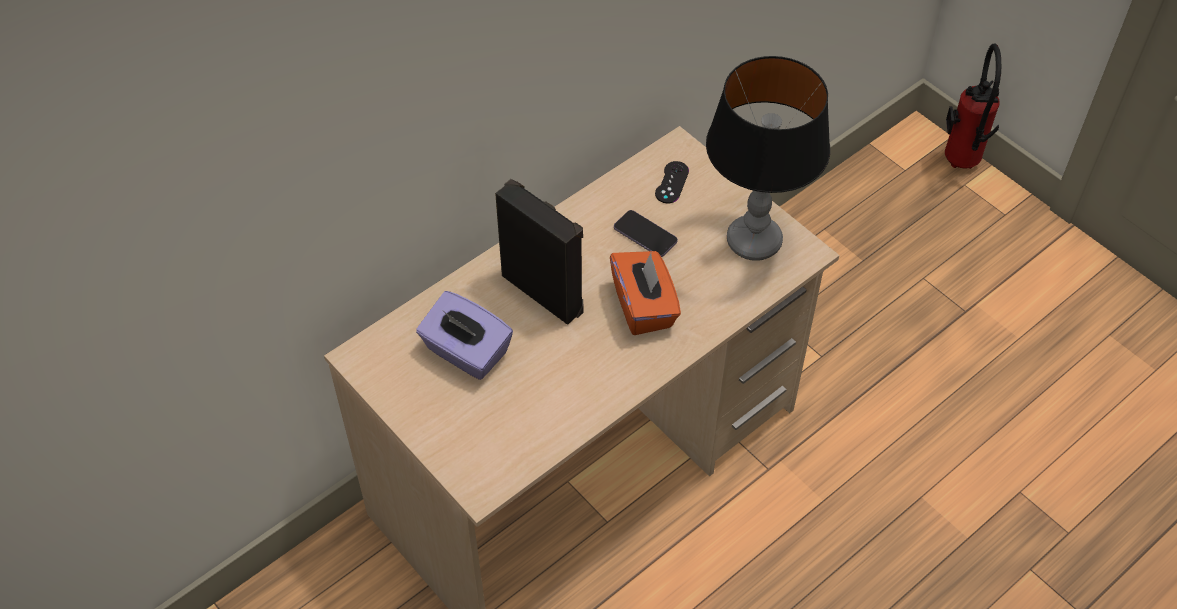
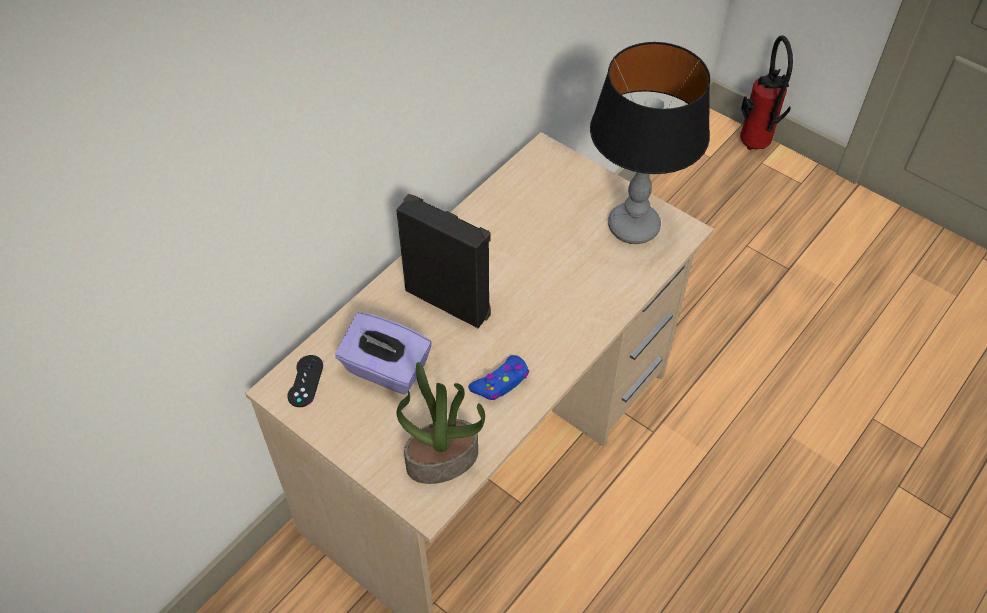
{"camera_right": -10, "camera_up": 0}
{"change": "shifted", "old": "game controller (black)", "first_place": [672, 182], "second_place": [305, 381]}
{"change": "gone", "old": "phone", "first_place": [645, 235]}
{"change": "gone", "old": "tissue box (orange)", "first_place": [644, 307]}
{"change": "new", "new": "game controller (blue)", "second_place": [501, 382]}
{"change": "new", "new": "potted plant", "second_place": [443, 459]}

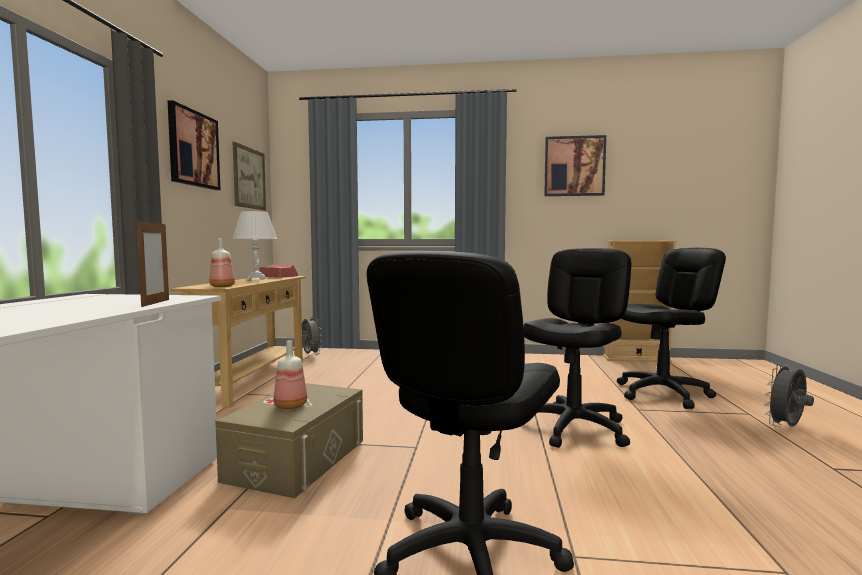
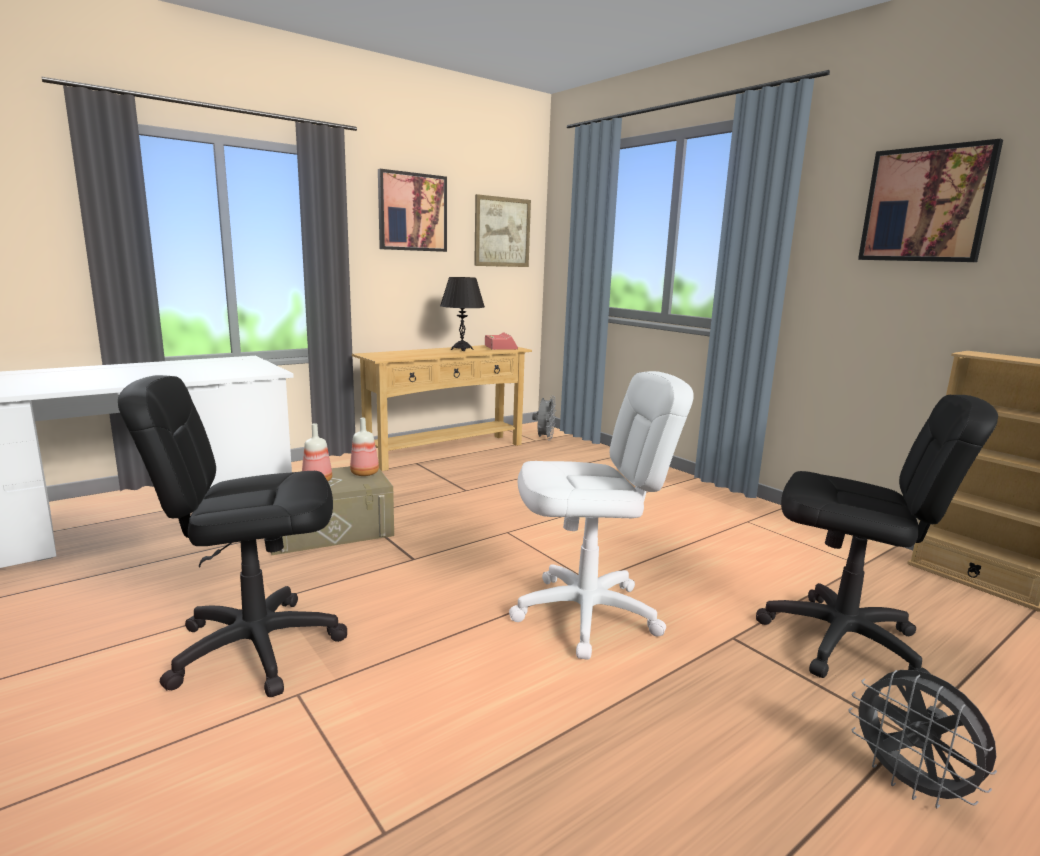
{"camera_right": 45, "camera_up": 10}
{"change": "repainted", "old": "table lamp (white)", "new": "table lamp (black)", "first_place": [256, 279], "second_place": [462, 349]}
{"change": "gone", "old": "picture frame", "first_place": [155, 303]}
{"change": "shifted", "old": "bottle", "first_place": [223, 286], "second_place": [365, 473]}
{"change": "repainted", "old": "office chair (black)", "new": "office chair (white)", "first_place": [574, 428], "second_place": [586, 614]}
{"change": "rotated", "old": "fan (grey)", "first_place": [787, 427], "second_place": [911, 785], "degrees": -135}

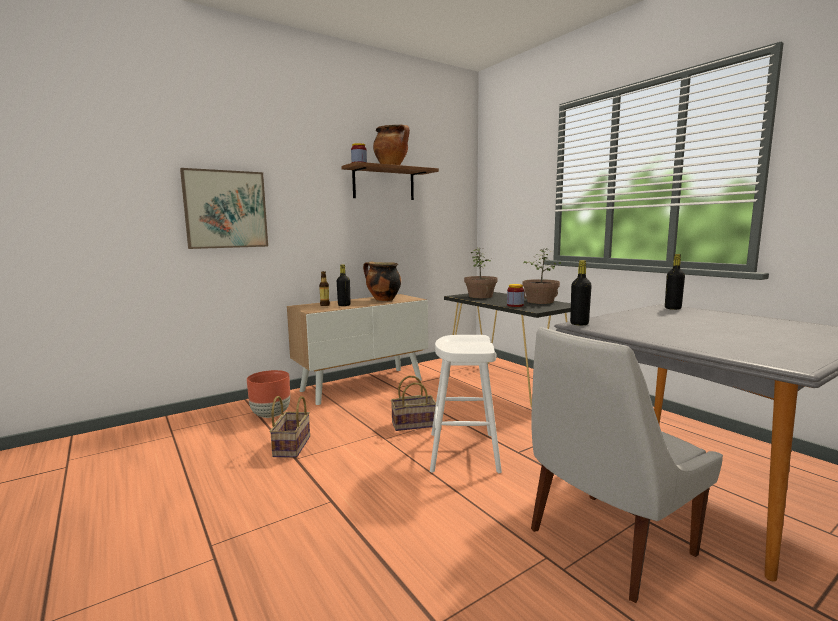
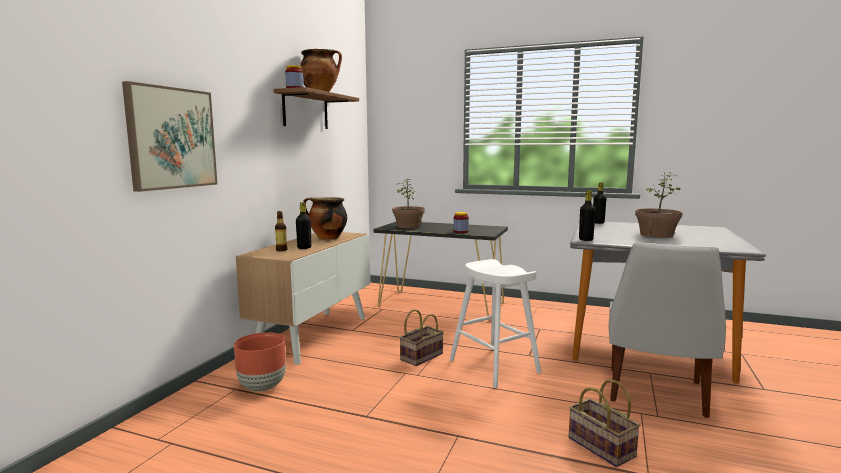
{"camera_right": -35, "camera_up": 0}
{"change": "shifted", "old": "potted plant", "first_place": [540, 301], "second_place": [656, 235]}
{"change": "shifted", "old": "basket", "first_place": [291, 446], "second_place": [599, 446]}

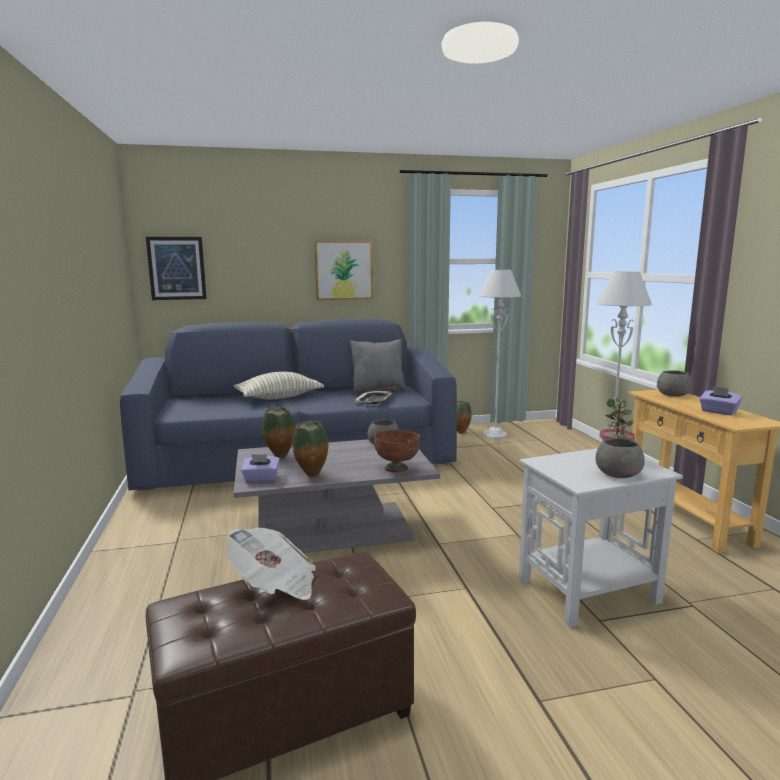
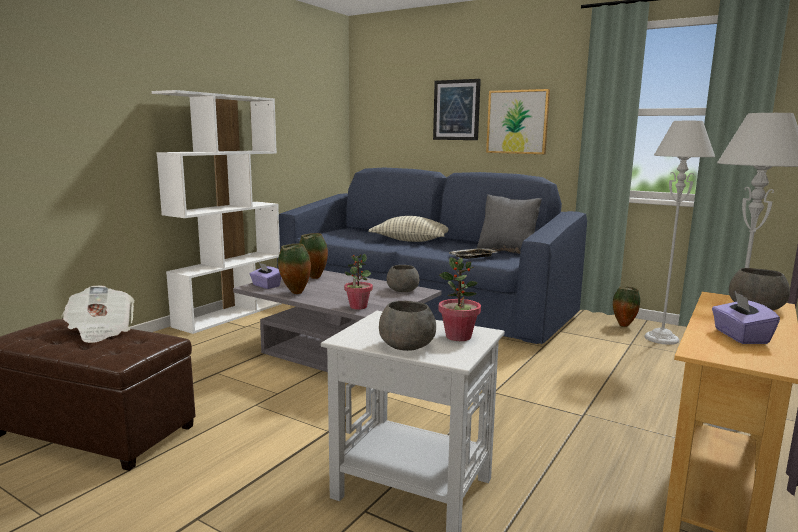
{"camera_right": 45, "camera_up": 0}
{"change": "shifted", "old": "picture", "first_place": [177, 268], "second_place": [456, 110]}
{"change": "swapped", "old": "bowl (brown)", "new": "potted plant", "first_place": [397, 469], "second_place": [358, 307]}
{"change": "new", "new": "bookcase (white)", "second_place": [230, 314]}

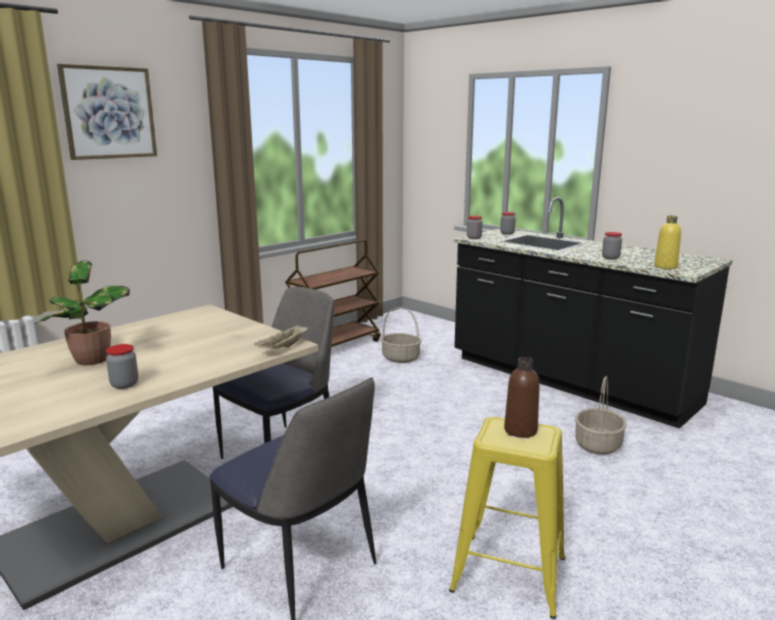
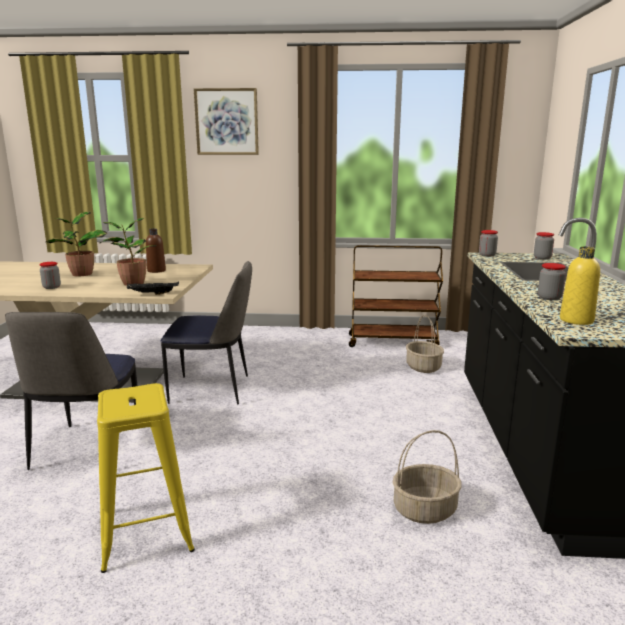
{"camera_right": 50, "camera_up": 0}
{"change": "repainted", "old": "tray (beige)", "new": "tray (black)", "first_place": [283, 348], "second_place": [152, 294]}
{"change": "shifted", "old": "bottle (brown)", "first_place": [520, 430], "second_place": [156, 271]}
{"change": "new", "new": "potted plant", "second_place": [132, 283]}

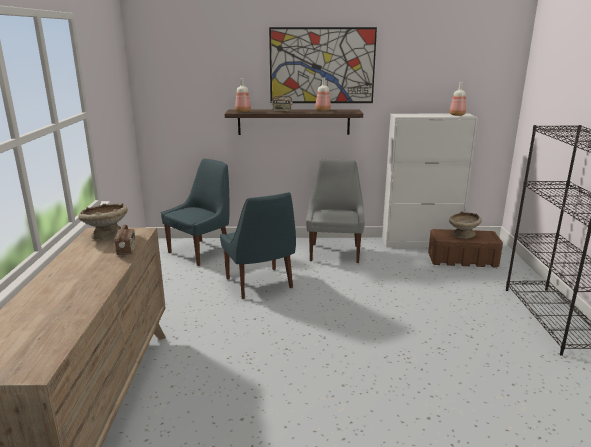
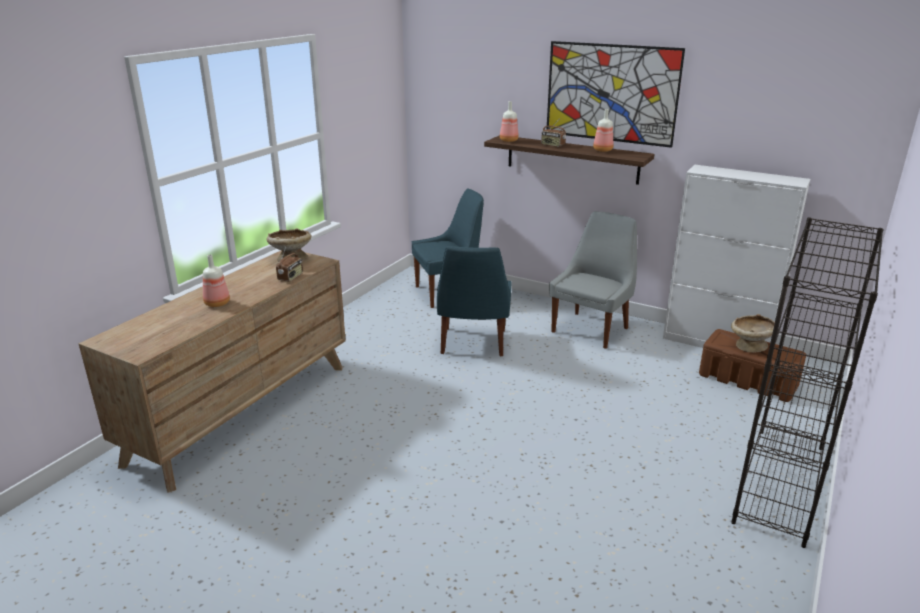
{"camera_right": 30, "camera_up": 5}
{"change": "shifted", "old": "bottle", "first_place": [457, 115], "second_place": [216, 304]}

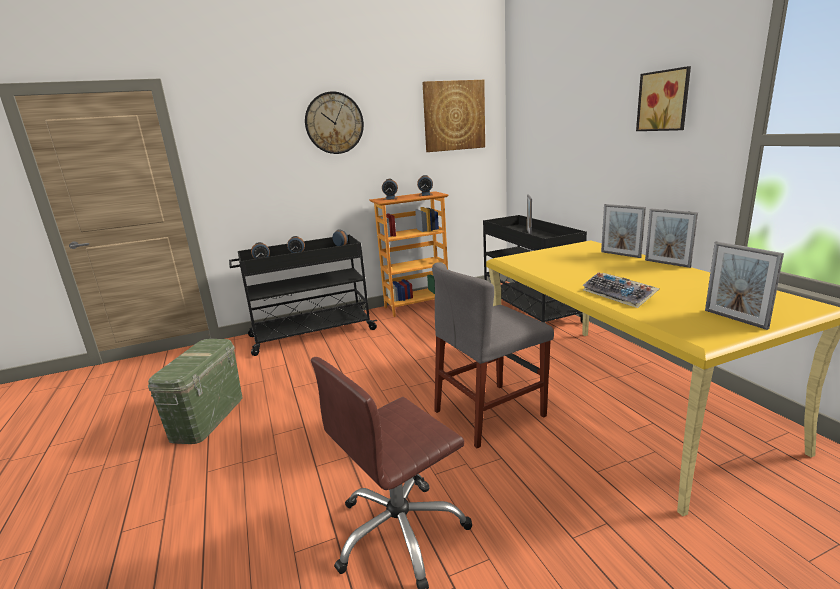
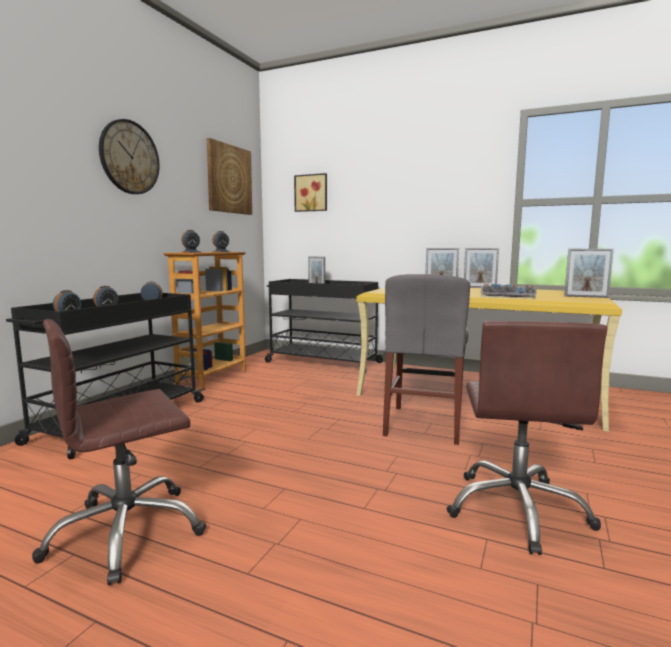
{"camera_right": -45, "camera_up": -10}
{"change": "shifted", "old": "picture", "first_place": [664, 100], "second_place": [311, 193]}
{"change": "swapped", "old": "storage box (green)", "new": "office chair (brown)", "first_place": [207, 417], "second_place": [126, 532]}

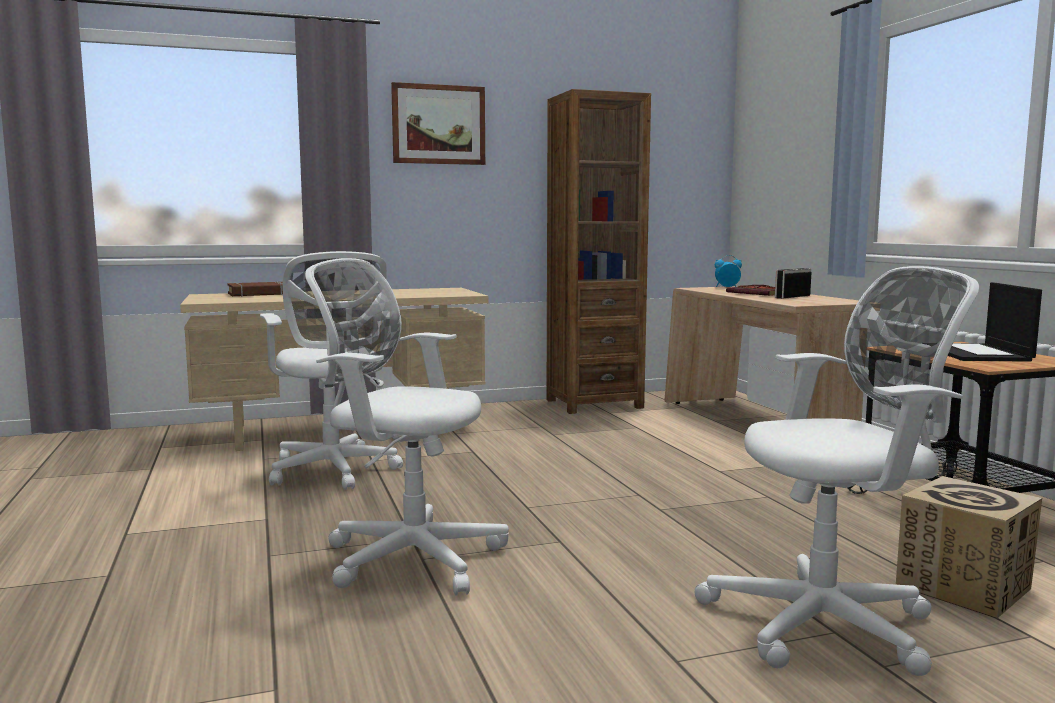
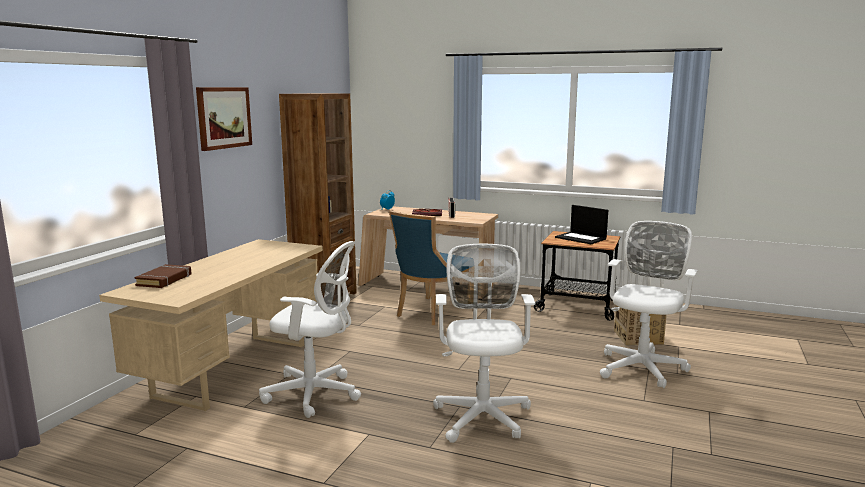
{"camera_right": -50, "camera_up": 5}
{"change": "rotated", "old": "office chair (white)", "first_place": [407, 557], "second_place": [482, 414], "degrees": 120}
{"change": "new", "new": "chair (blue)", "second_place": [431, 312]}

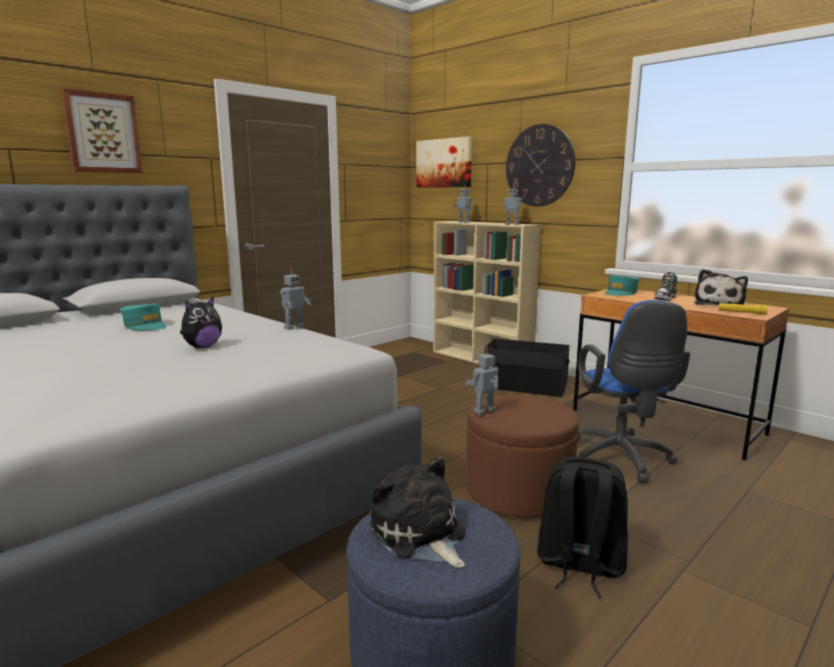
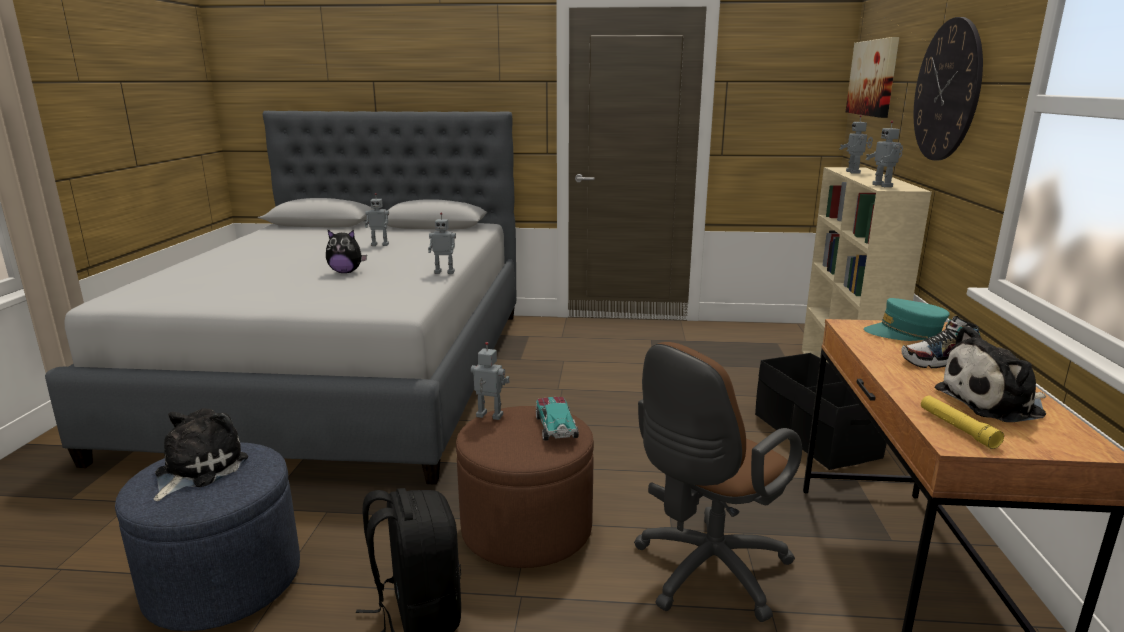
{"camera_right": 50, "camera_up": 5}
{"change": "gone", "old": "picture", "first_place": [103, 133]}
{"change": "repainted", "old": "office chair (blue)", "new": "office chair (brown)", "first_place": [621, 460], "second_place": [705, 573]}
{"change": "swapped", "old": "cap (turquoise)", "new": "toy robot", "first_place": [145, 326], "second_place": [380, 245]}
{"change": "new", "new": "toy car", "second_place": [556, 426]}

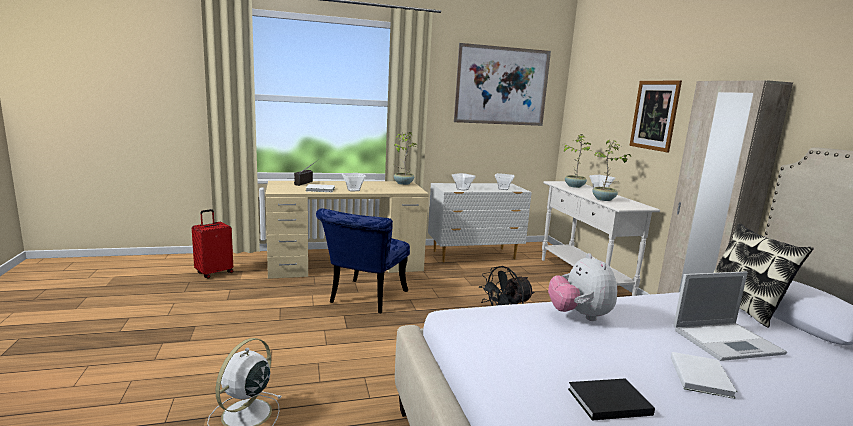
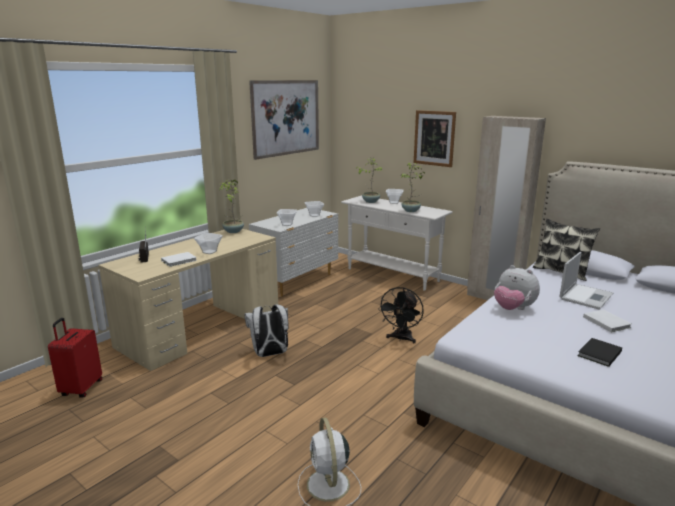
{"camera_right": -35, "camera_up": 5}
{"change": "swapped", "old": "chair (blue)", "new": "backpack (white)", "first_place": [364, 299], "second_place": [270, 354]}

